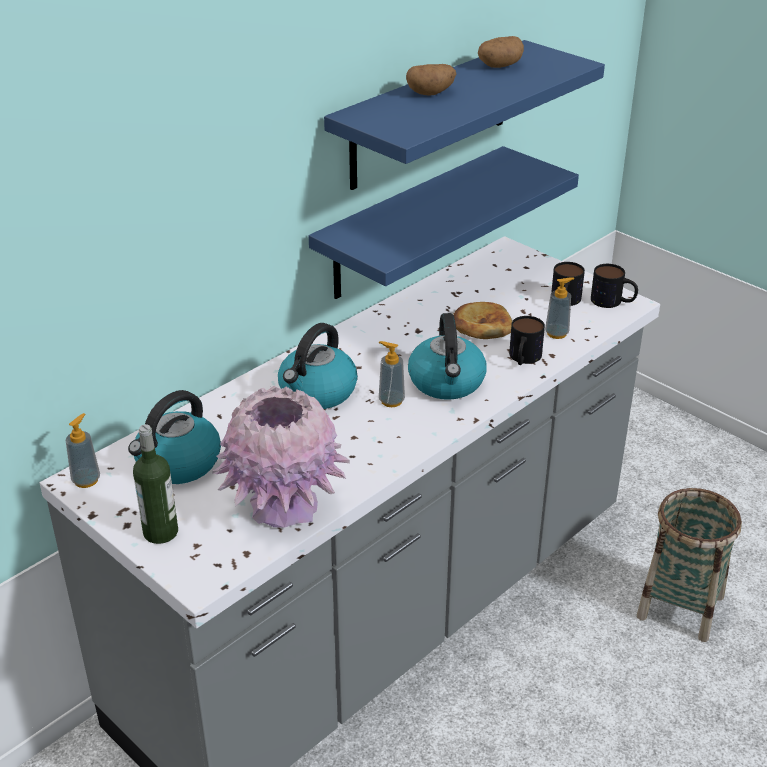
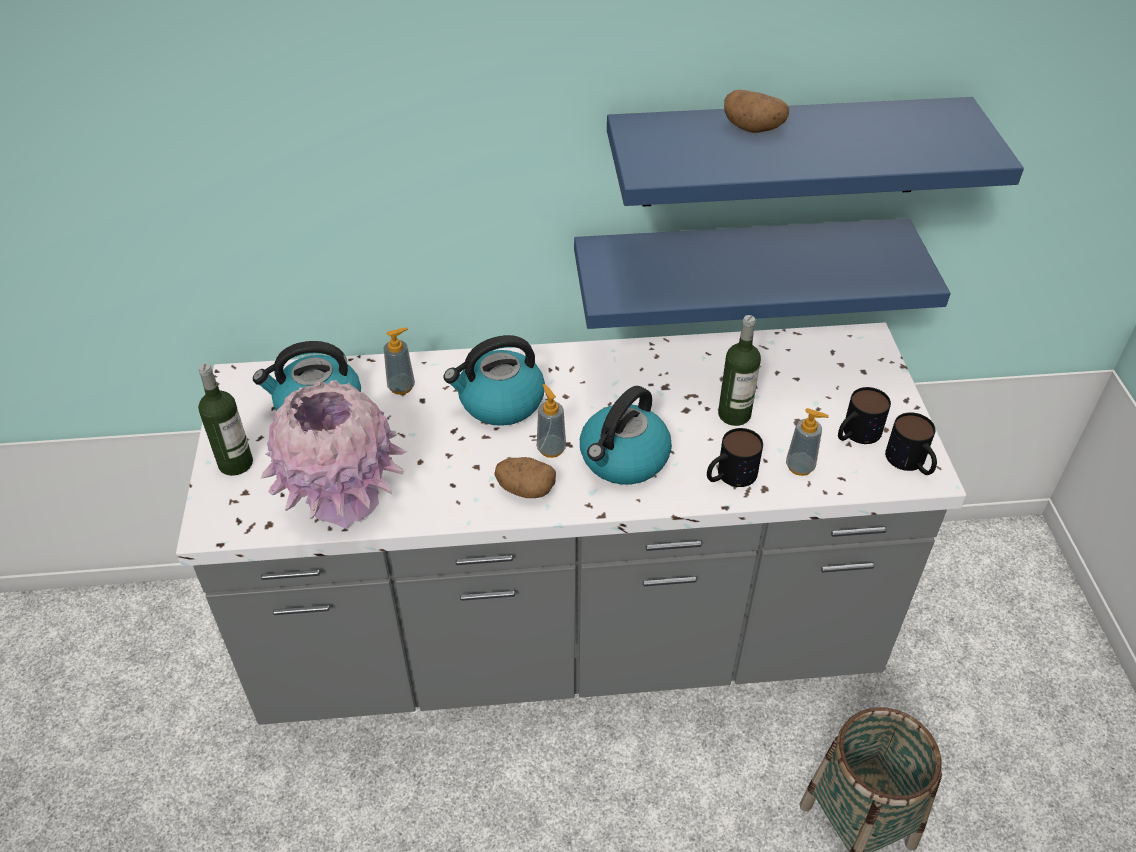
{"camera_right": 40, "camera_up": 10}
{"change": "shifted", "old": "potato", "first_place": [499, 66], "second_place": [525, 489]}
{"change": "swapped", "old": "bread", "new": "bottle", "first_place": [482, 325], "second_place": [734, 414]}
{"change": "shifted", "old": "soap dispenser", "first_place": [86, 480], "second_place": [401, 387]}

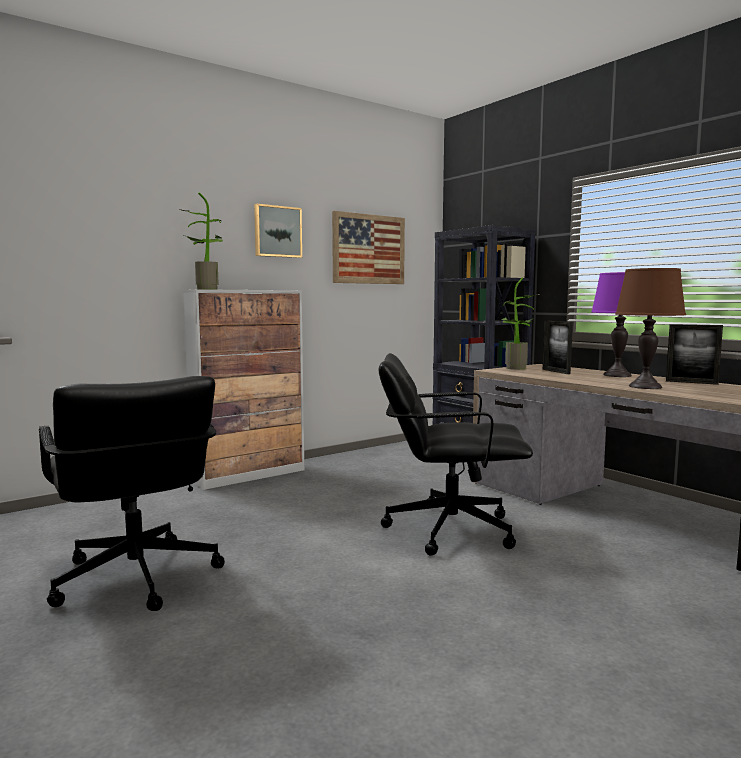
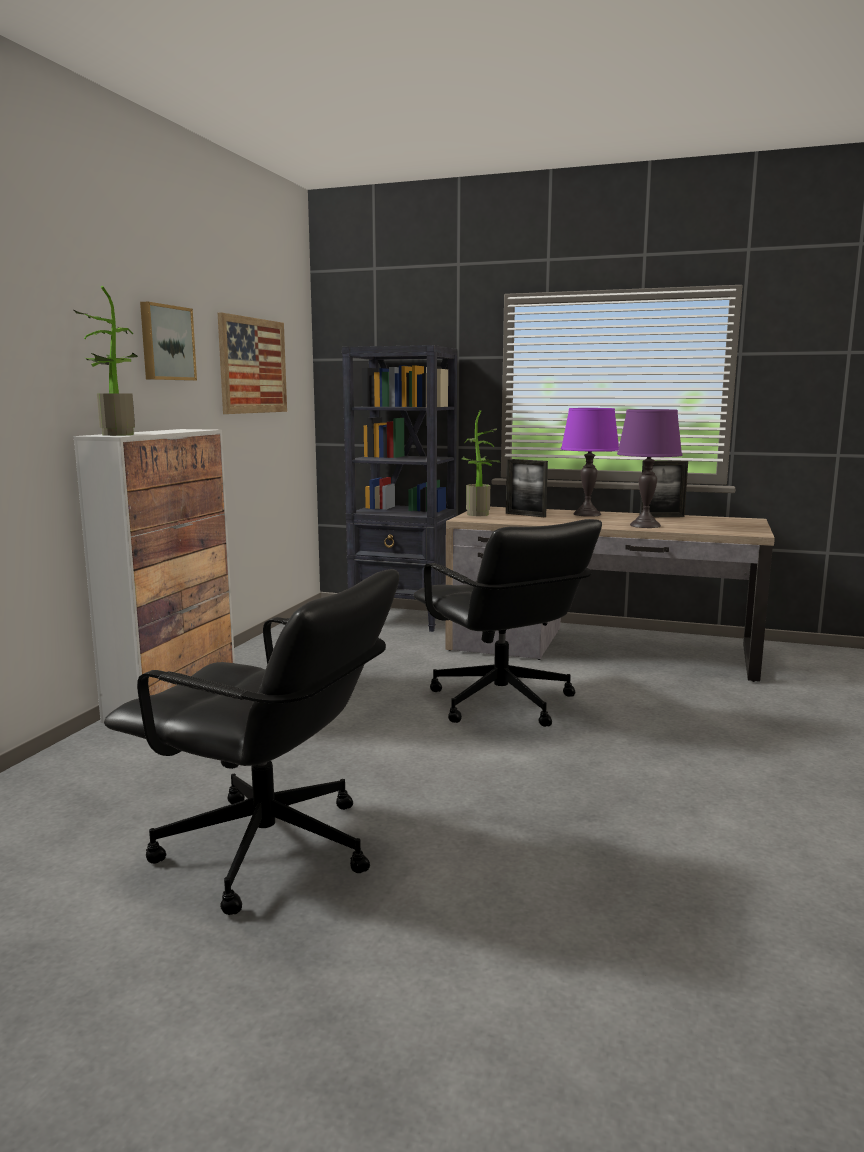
{"camera_right": -35, "camera_up": 5}
{"change": "repainted", "old": "table lamp (brown)", "new": "table lamp (purple)", "first_place": [645, 386], "second_place": [645, 525]}
{"change": "rotated", "old": "office chair (black)", "first_place": [448, 529], "second_place": [501, 703], "degrees": -90}

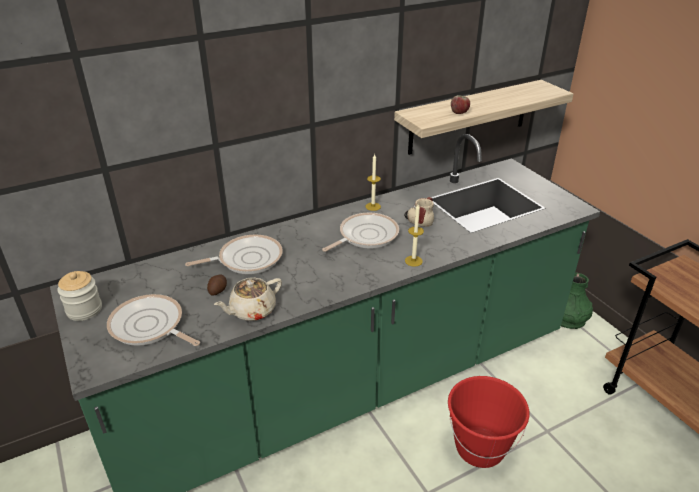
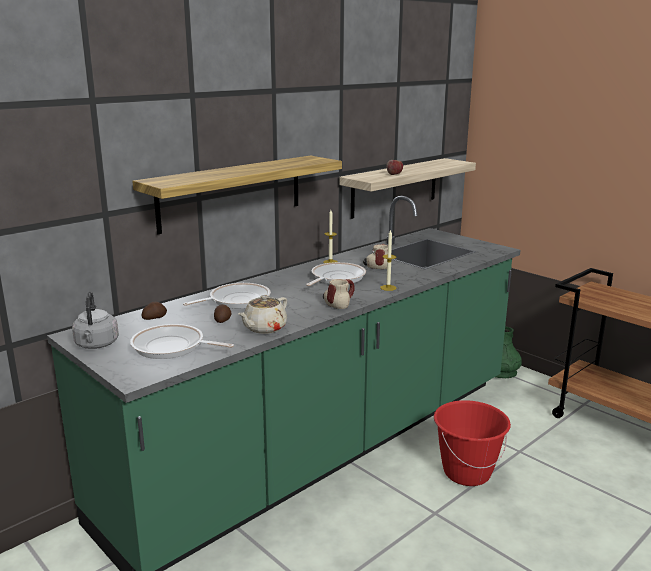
{"camera_right": -15, "camera_up": -15}
{"change": "swapped", "old": "jar", "new": "kettle (grey)", "first_place": [84, 310], "second_place": [96, 345]}
{"change": "new", "new": "shelf", "second_place": [231, 192]}
{"change": "new", "new": "mug", "second_place": [338, 303]}
{"change": "new", "new": "potato", "second_place": [154, 318]}

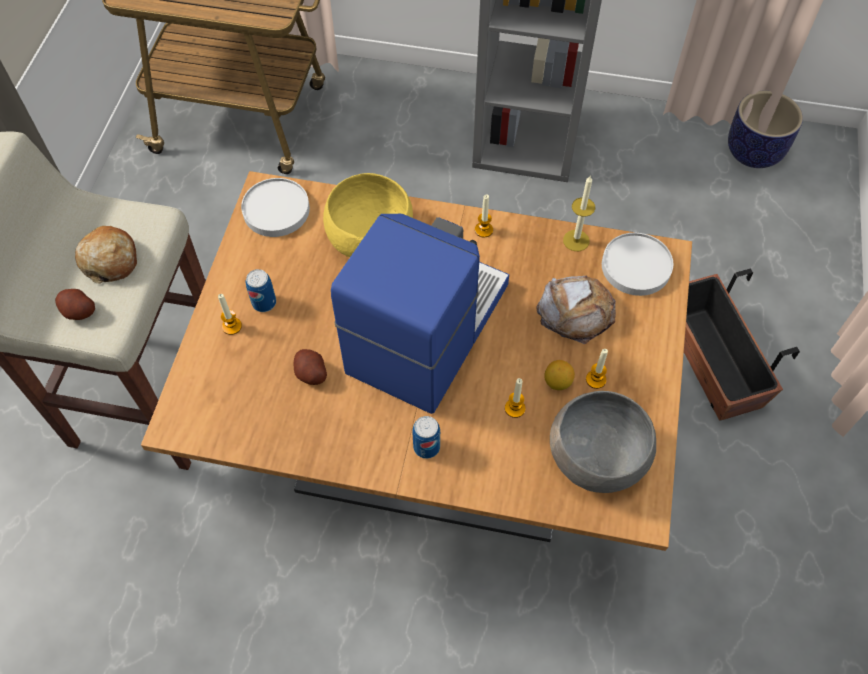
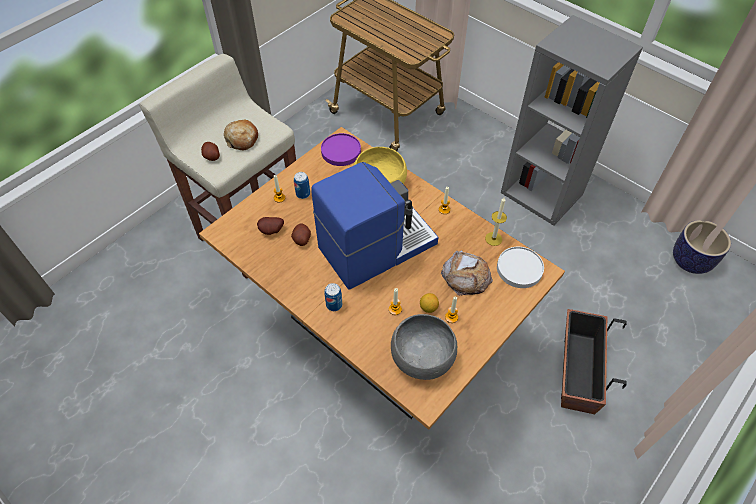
{"camera_right": 30, "camera_up": -5}
{"change": "repainted", "old": "plate (white)", "new": "plate (purple)", "first_place": [276, 210], "second_place": [341, 151]}
{"change": "new", "new": "potato", "second_place": [271, 231]}

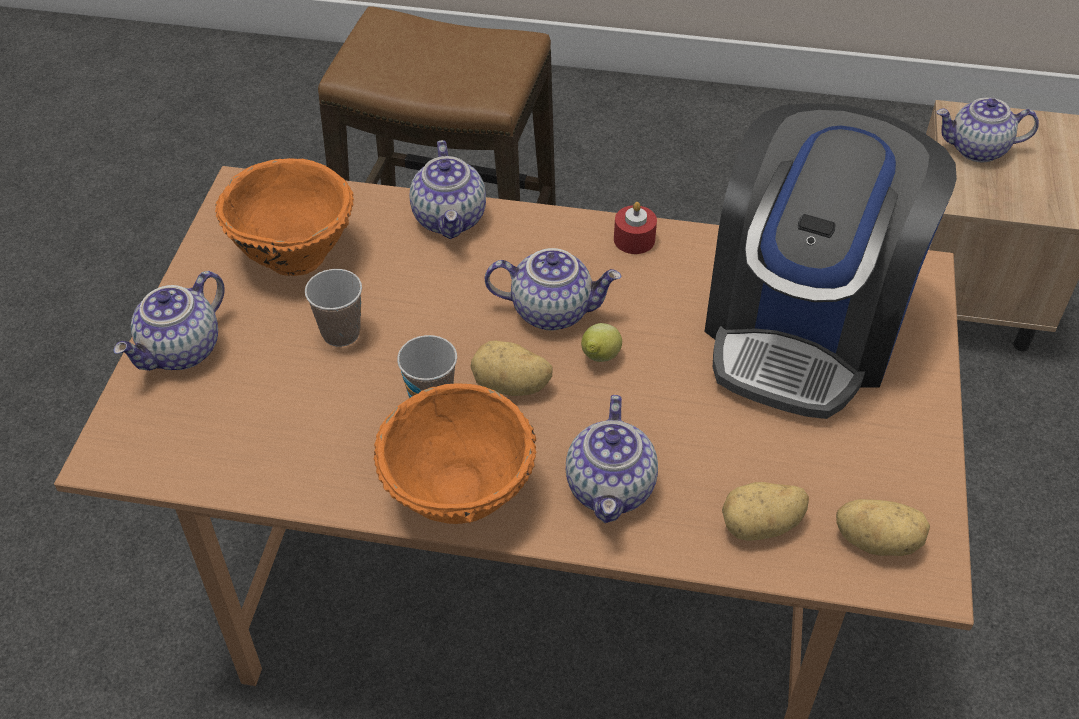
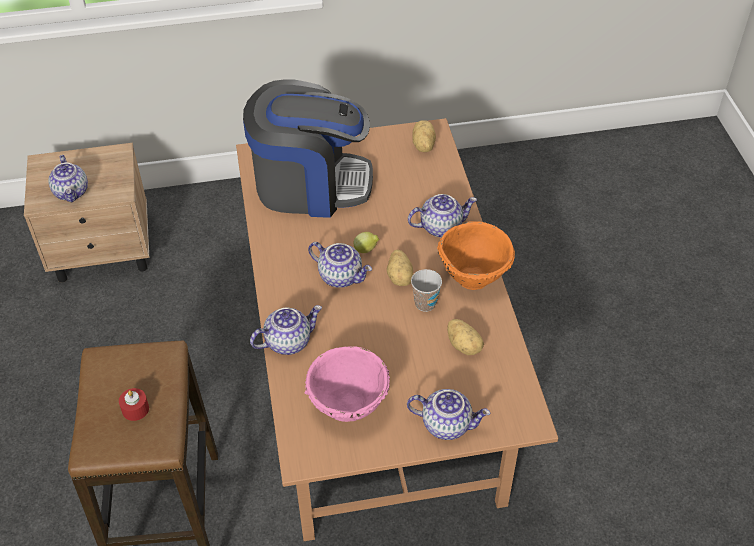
{"camera_right": -110, "camera_up": 0}
{"change": "repainted", "old": "bowl (orange)", "new": "bowl (pink)", "first_place": [294, 253], "second_place": [348, 405]}
{"change": "shifted", "old": "candle (red)", "first_place": [634, 239], "second_place": [135, 409]}
{"change": "rotated", "old": "teapot", "first_place": [552, 310], "second_place": [341, 276], "degrees": 135}
{"change": "gone", "old": "cup", "first_place": [341, 333]}
{"change": "shifted", "old": "potato", "first_place": [761, 527], "second_place": [464, 345]}

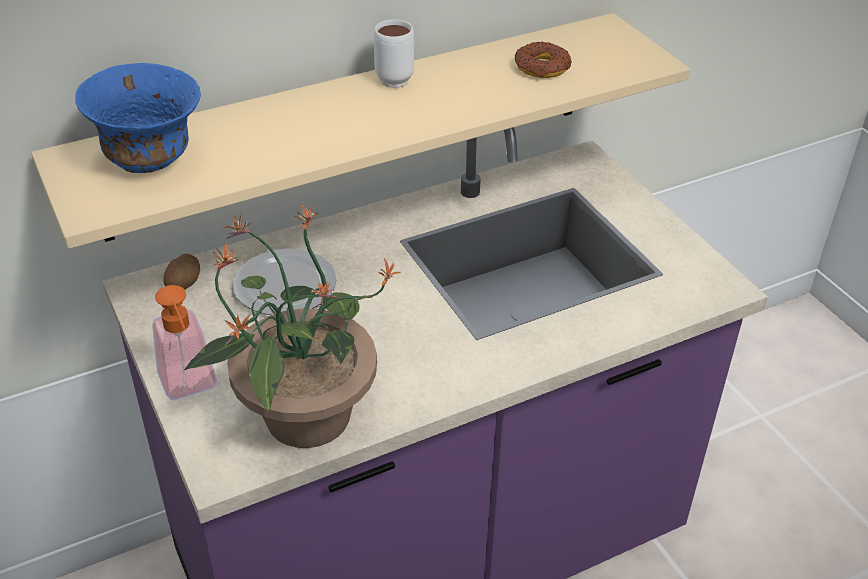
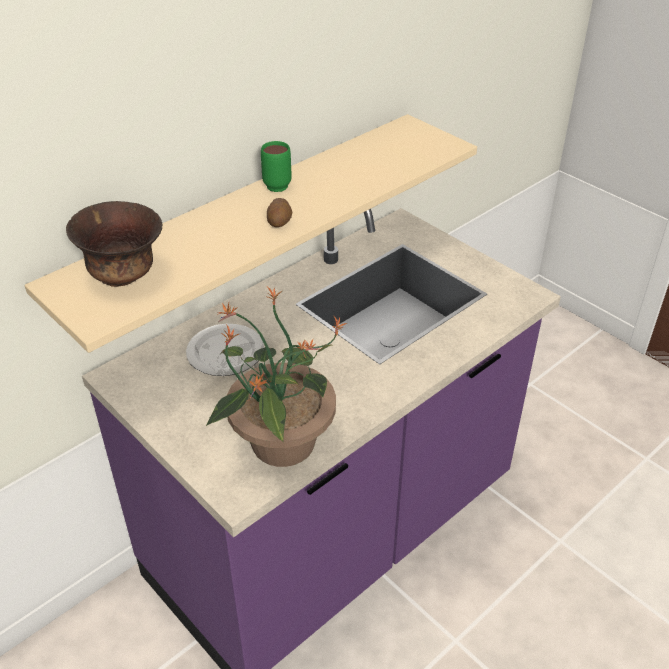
{"camera_right": -15, "camera_up": 0}
{"change": "repainted", "old": "mug (white)", "new": "mug (green)", "first_place": [392, 77], "second_place": [274, 184]}
{"change": "gone", "old": "donut", "first_place": [542, 67]}
{"change": "repainted", "old": "bowl (blue)", "new": "bowl (brown)", "first_place": [151, 161], "second_place": [124, 276]}
{"change": "shifted", "old": "potato", "first_place": [184, 283], "second_place": [280, 222]}
{"change": "gone", "old": "soap dispenser", "first_place": [190, 387]}

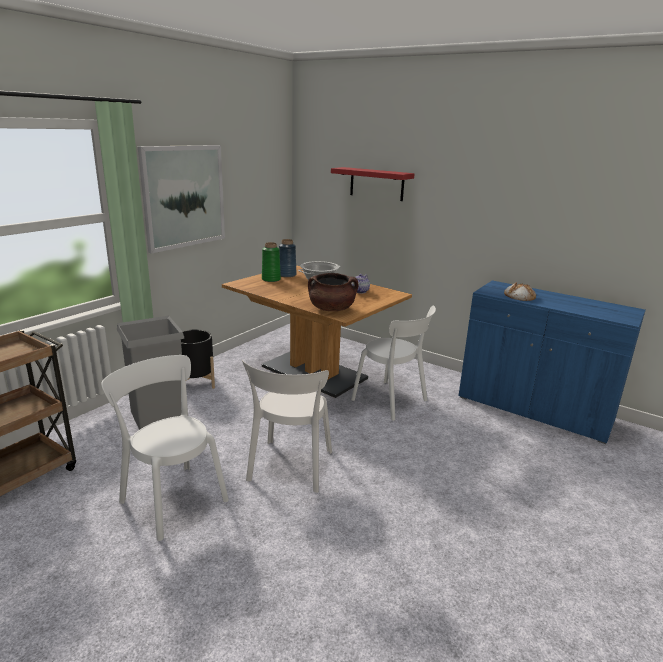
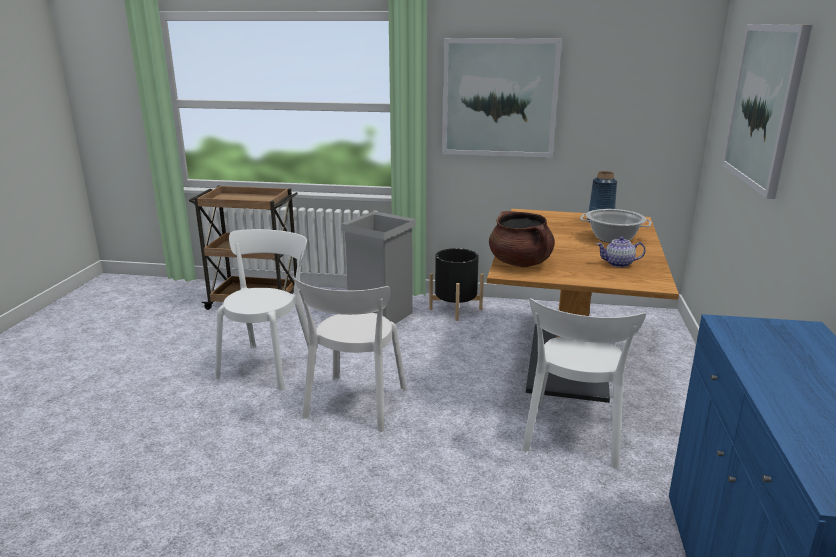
{"camera_right": 65, "camera_up": 0}
{"change": "swapped", "old": "shelf (red)", "new": "picture", "first_place": [376, 184], "second_place": [764, 106]}
{"change": "gone", "old": "vase (green)", "first_place": [271, 279]}
{"change": "gone", "old": "bread", "first_place": [519, 296]}
{"change": "rotated", "old": "chair (white)", "first_place": [289, 468], "second_place": [354, 405], "degrees": -60}

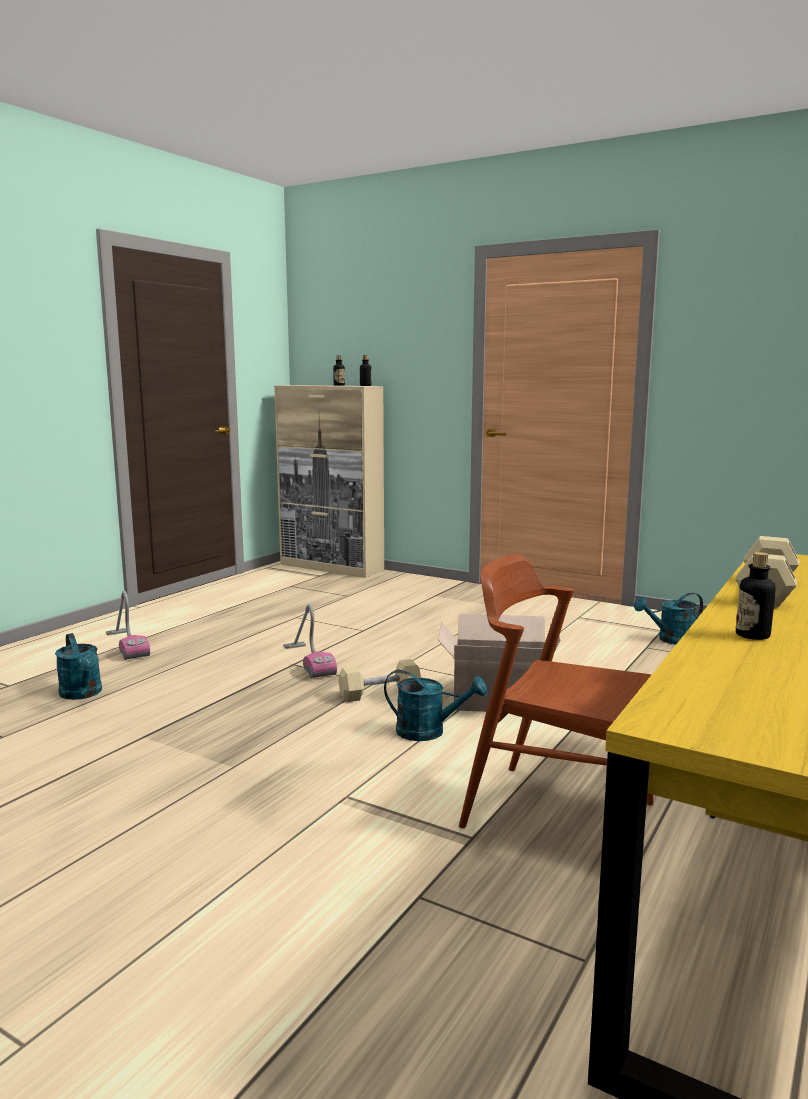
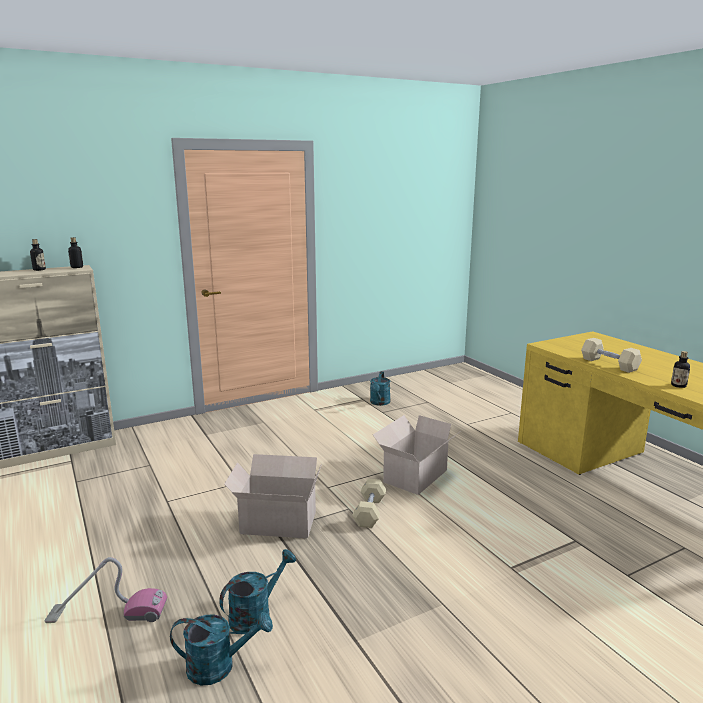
{"camera_right": -60, "camera_up": 5}
{"change": "gone", "old": "chair (brown)", "first_place": [557, 814]}
{"change": "swapped", "old": "vacuum cleaner", "new": "cardboard box", "first_place": [308, 660], "second_place": [276, 522]}
{"change": "shifted", "old": "watering can (turquoise)", "first_place": [429, 732], "second_place": [256, 614]}

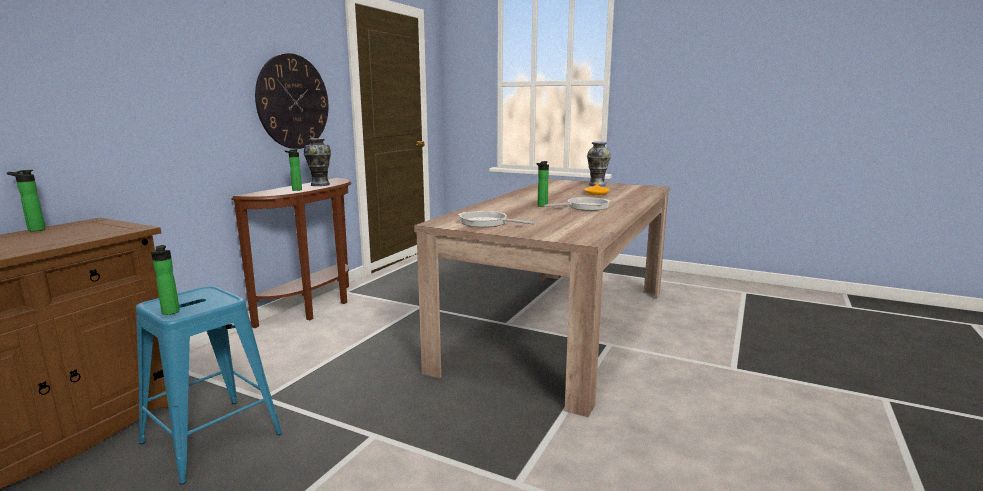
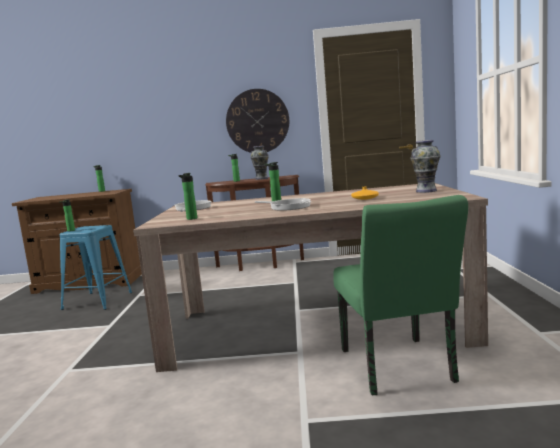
{"camera_right": 65, "camera_up": -5}
{"change": "new", "new": "bottle", "second_place": [191, 219]}
{"change": "new", "new": "chair (green)", "second_place": [399, 369]}

